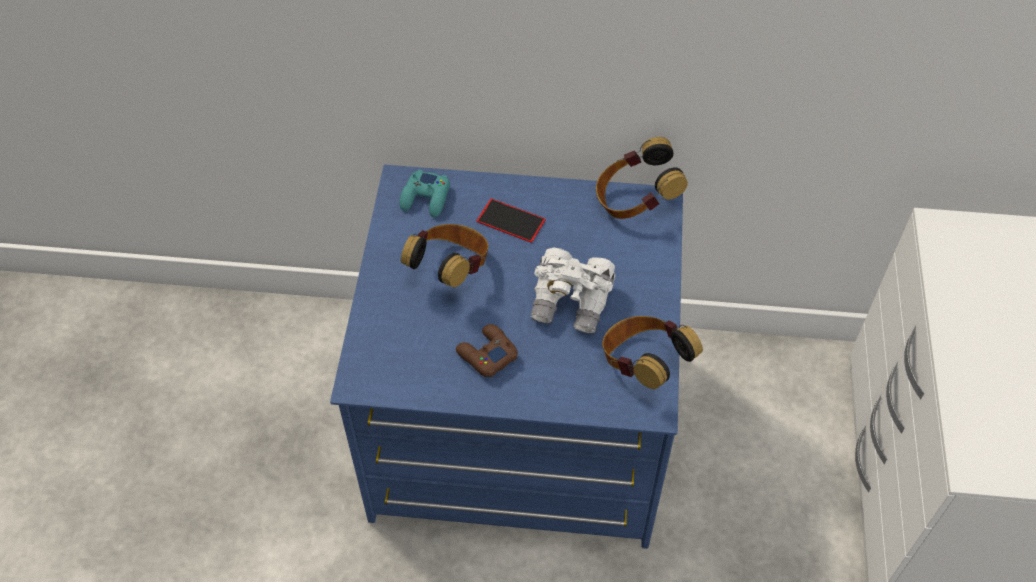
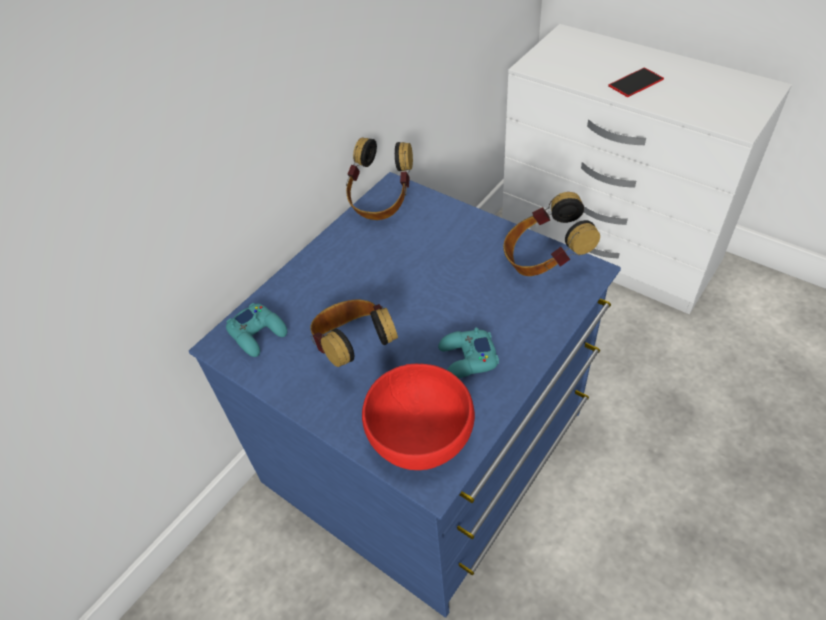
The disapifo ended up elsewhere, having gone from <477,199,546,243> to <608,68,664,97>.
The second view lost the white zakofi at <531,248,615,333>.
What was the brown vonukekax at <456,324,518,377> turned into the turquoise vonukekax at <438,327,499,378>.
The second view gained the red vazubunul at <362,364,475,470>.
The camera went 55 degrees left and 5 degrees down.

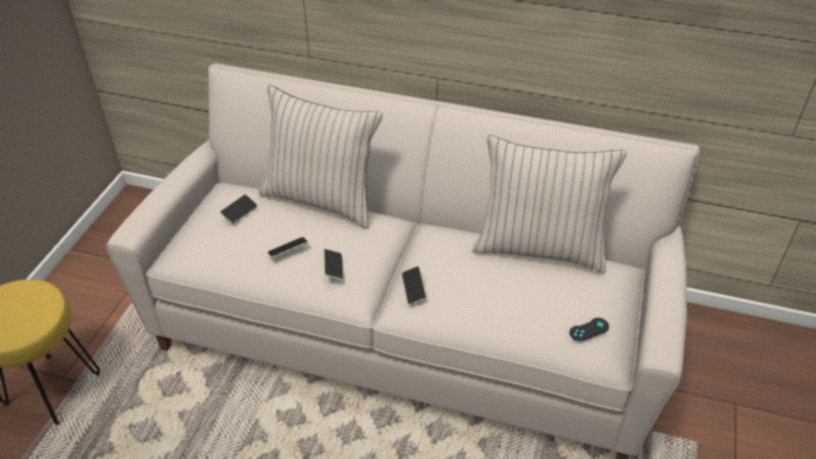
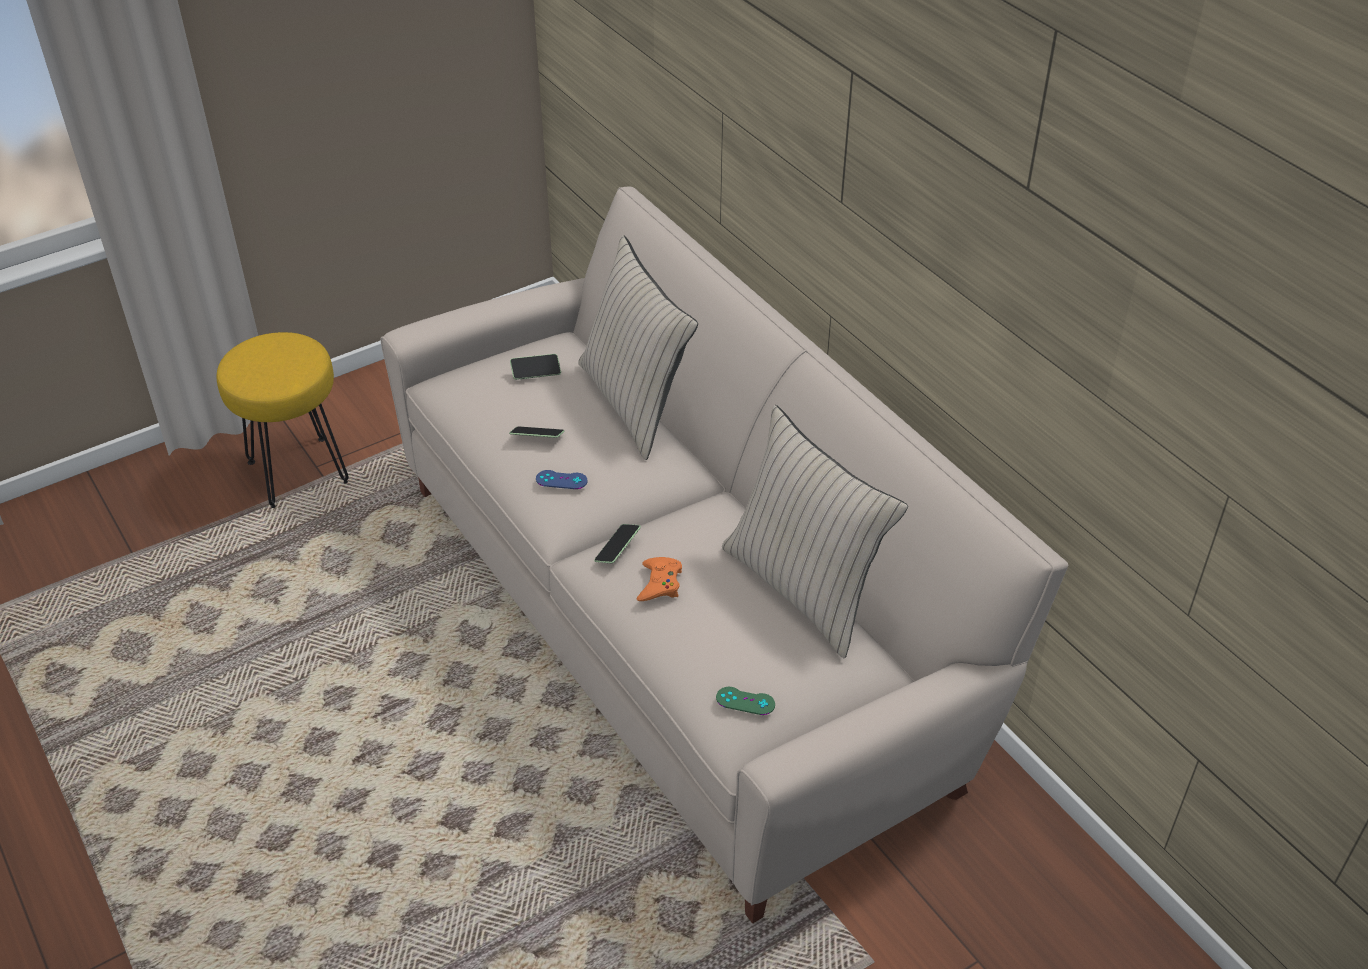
Where the disapifo stood at <323,249,343,280>, the blue vonukekax came to stand at <536,470,588,489>.
What was the black vonukekax at <569,318,609,341> turned into the green vonukekax at <716,687,775,715>.
The second view gained the orange vonukekax at <637,557,682,601>.
The camera went 40 degrees right and 0 degrees up.

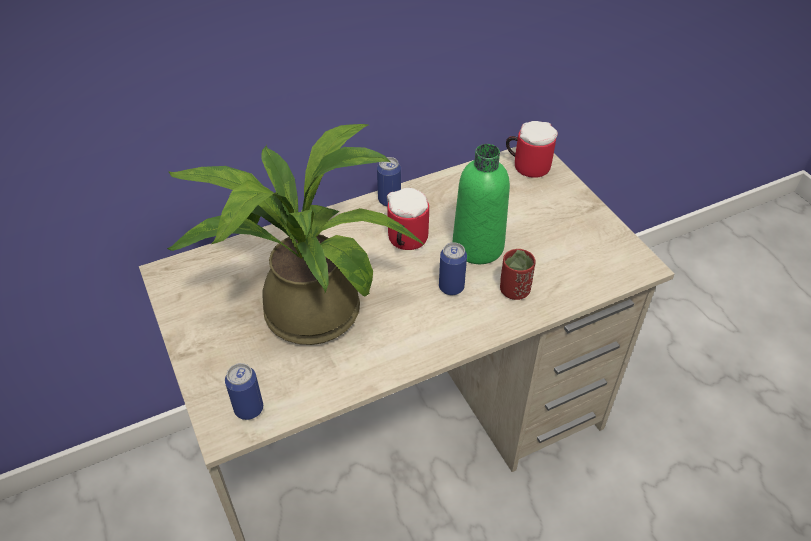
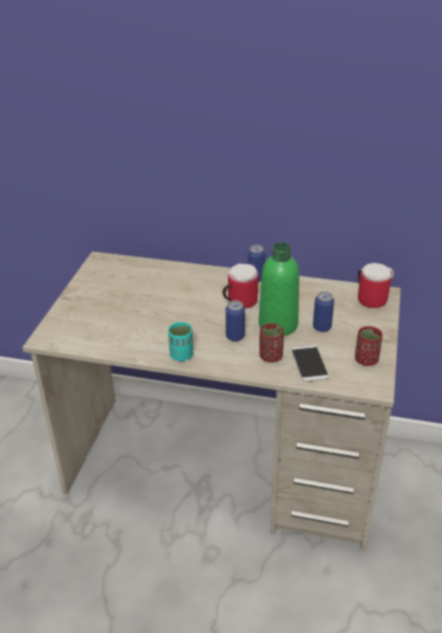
The second view lost the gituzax at <167,124,425,345>.
The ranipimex ended up elsewhere, having gone from <225,363,263,420> to <313,291,334,332>.
The second view gained the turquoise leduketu at <168,322,193,361>.
The second view gained the red leduketu at <355,326,383,366>.
The second view gained the disapifo at <291,345,329,382>.
The camera went 40 degrees right and 10 degrees down.

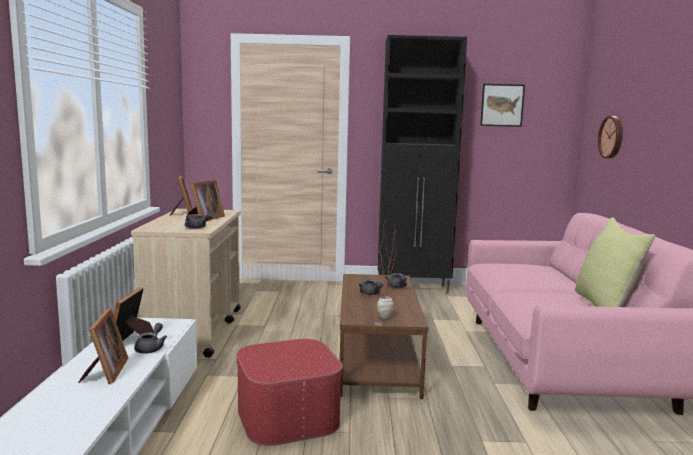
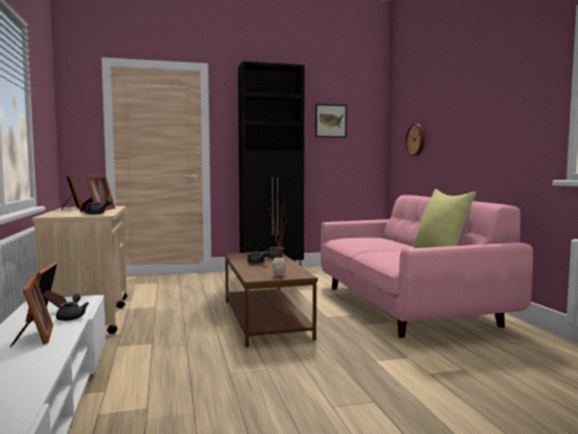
The second view lost the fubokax at <236,339,343,446>.
The camera went 15 degrees left and 5 degrees down.

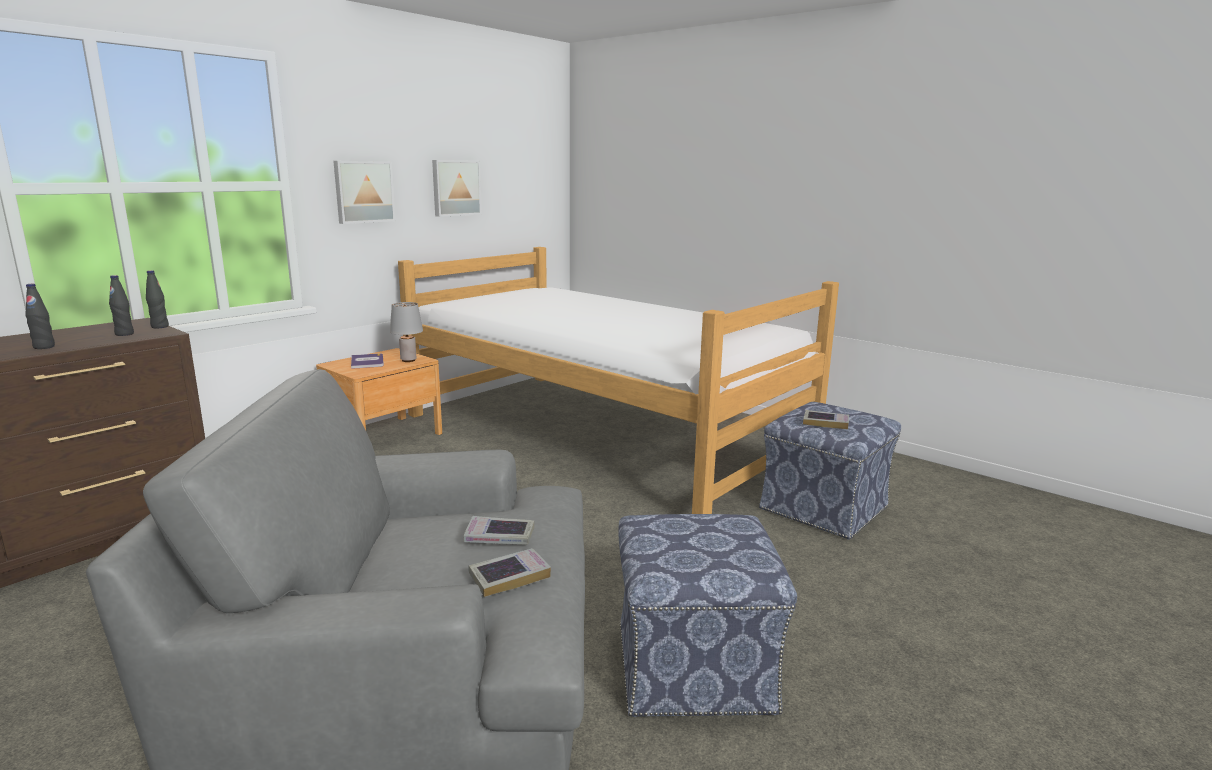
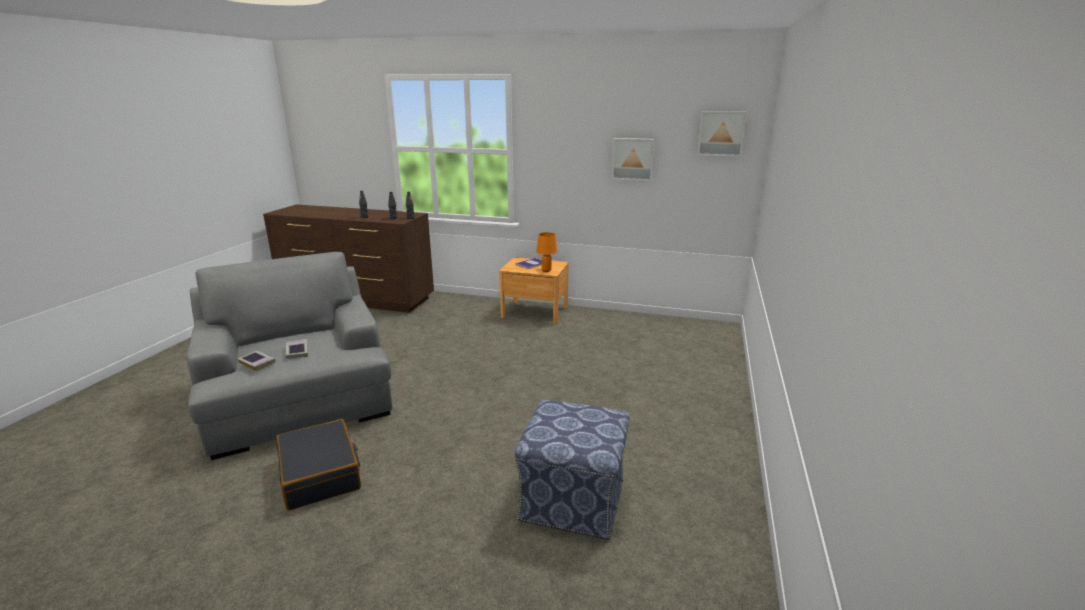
The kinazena ended up elsewhere, having gone from <333,161,396,224> to <697,111,747,157>.
The second view lost the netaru at <398,247,839,514>.
What was the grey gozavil at <390,302,423,362> turned into the orange gozavil at <536,232,557,272>.
The second view lost the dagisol at <803,410,849,429>.
Where the fubokax stood at <618,514,797,717>, the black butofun came to stand at <276,419,361,510>.
The camera went 65 degrees right and 5 degrees up.

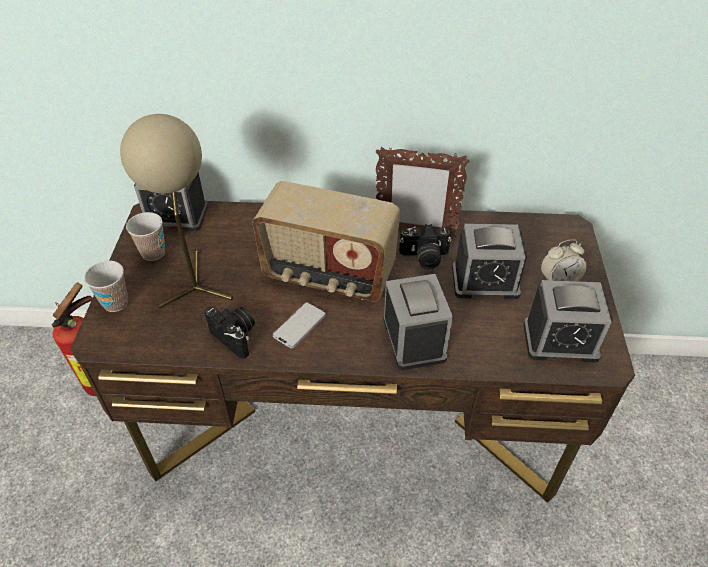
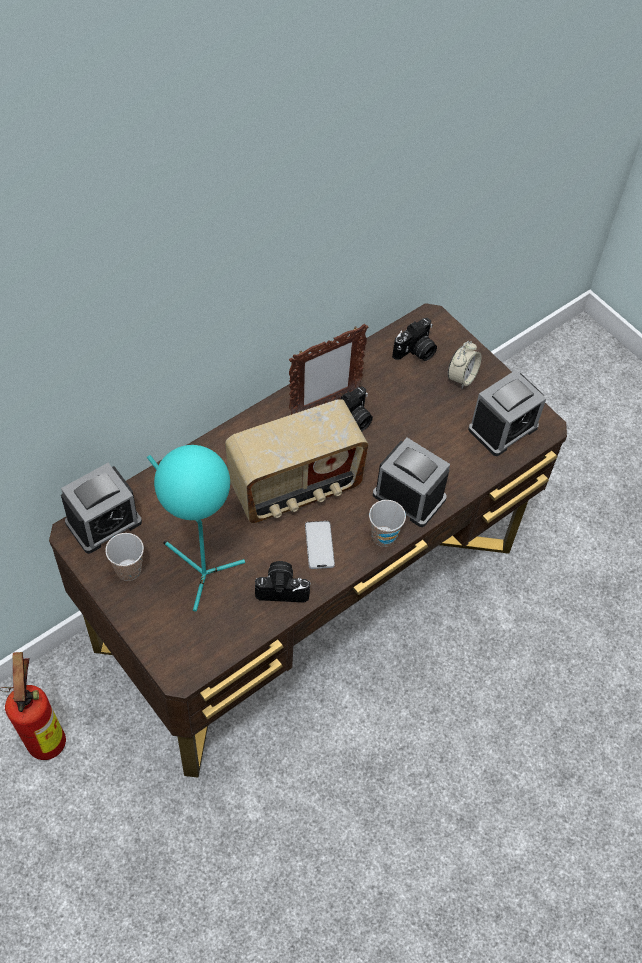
What was the beige gozavil at <120,114,233,309> turned into the turquoise gozavil at <147,445,245,612>.
The second view lost the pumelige at <452,224,527,299>.
The leduketu ended up elsewhere, having gone from <84,260,128,312> to <369,500,406,547>.
The second view gained the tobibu at <392,318,437,361>.
The camera went 45 degrees left and 10 degrees up.

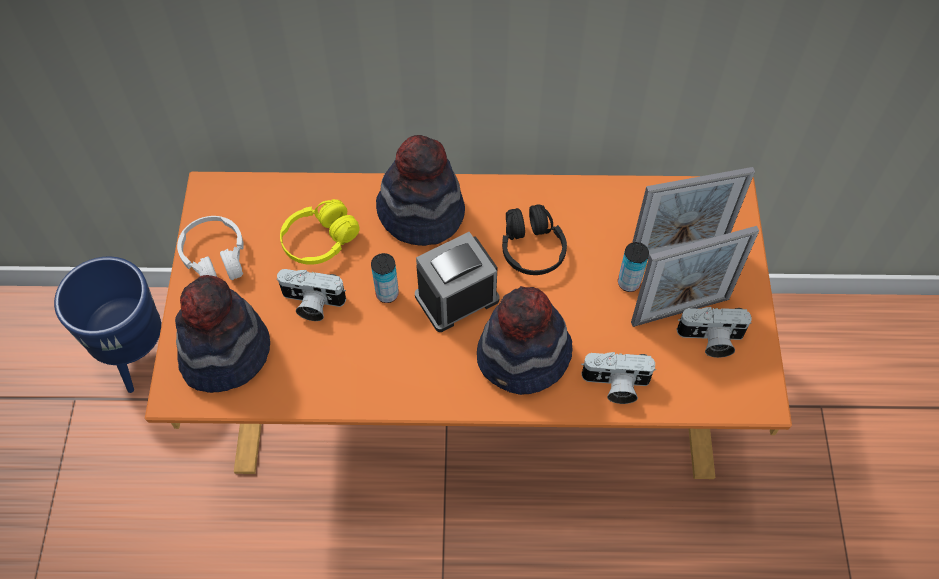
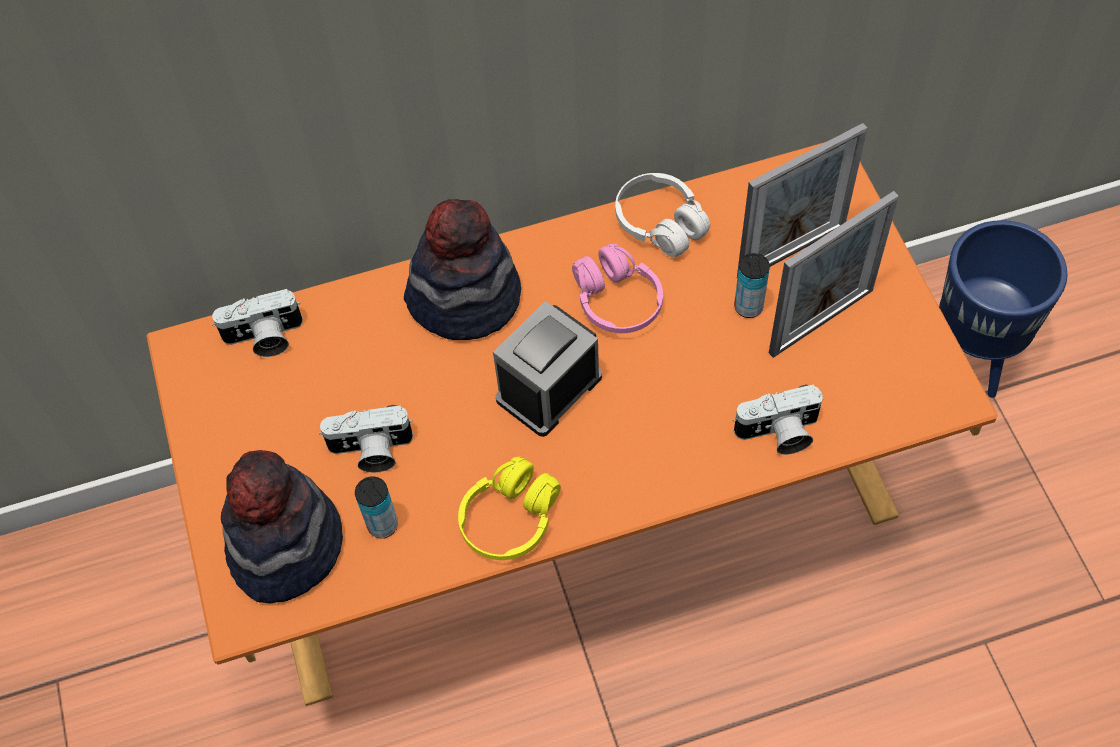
The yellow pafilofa ended up elsewhere, having gone from <280,199,360,265> to <458,457,561,560>.
What was the black pafilofa at <502,204,567,275> turned into the pink pafilofa at <572,244,663,333>.
The white pafilofa ended up elsewhere, having gone from <177,216,244,280> to <615,173,710,257>.
The ranipimex ended up elsewhere, having gone from <371,253,399,303> to <355,476,398,538>.
The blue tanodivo ended up elsewhere, having gone from <54,257,161,393> to <939,220,1067,398>.
The second view lost the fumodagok at <477,286,572,395>.
The tobibu ended up elsewhere, having gone from <677,307,752,358> to <212,289,303,357>.
The camera went 15 degrees left and 0 degrees up.

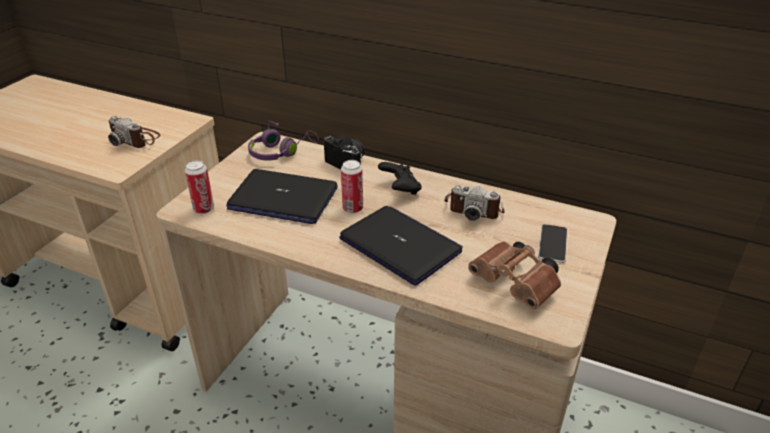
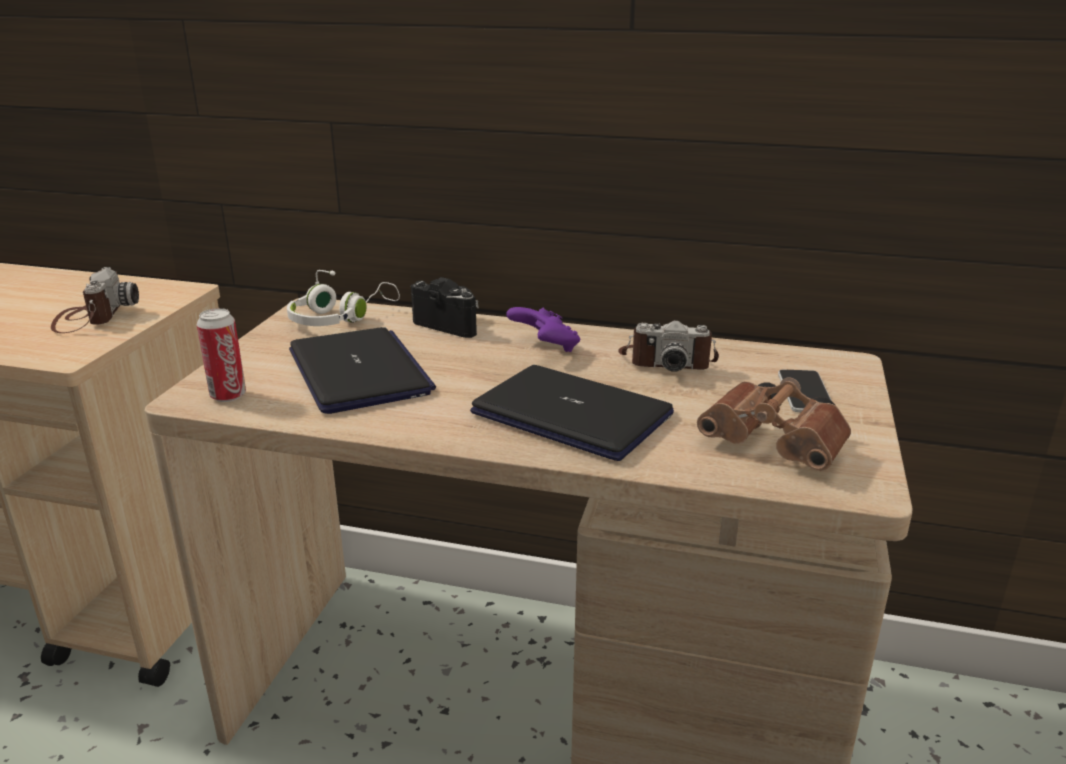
The tobibu at <108,116,160,148> ended up facing another way, 120 degrees counterclockwise from before.
What was the purple pafilofa at <248,121,319,161> turned into the white pafilofa at <287,270,400,326>.
The second view lost the ranipimex at <341,160,363,213>.
What was the black vonukekax at <378,162,422,195> turned into the purple vonukekax at <506,307,580,352>.
The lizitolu at <226,169,338,224> ended up facing another way, 120 degrees counterclockwise from before.
The camera went 10 degrees left and 10 degrees down.

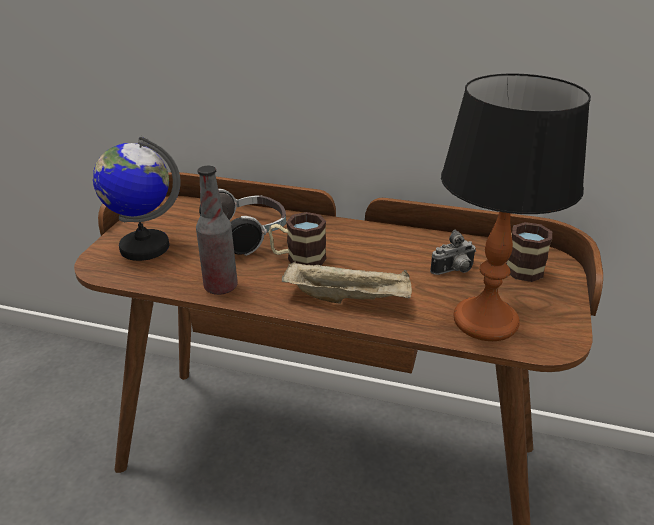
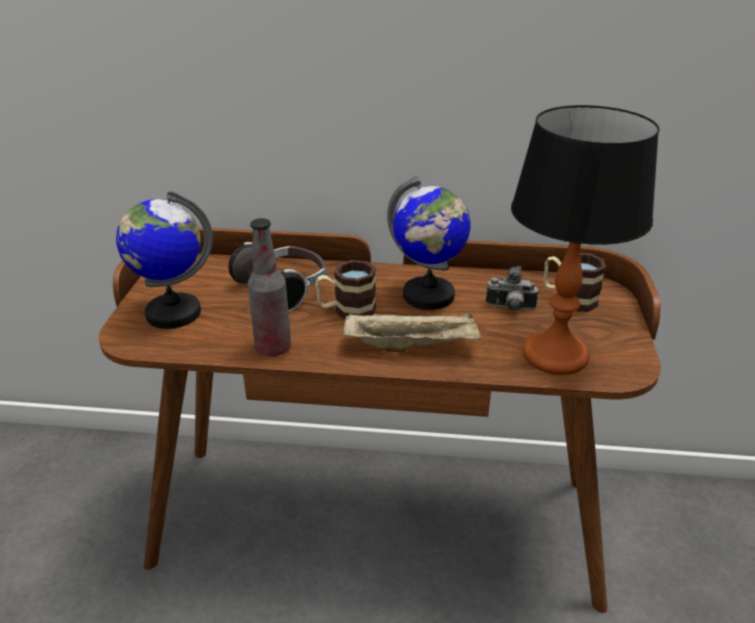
The tobibu at <430,230,476,275> ended up facing another way, 45 degrees clockwise from before.
The second view gained the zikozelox at <387,175,471,310>.
The camera went 10 degrees left and 0 degrees up.

